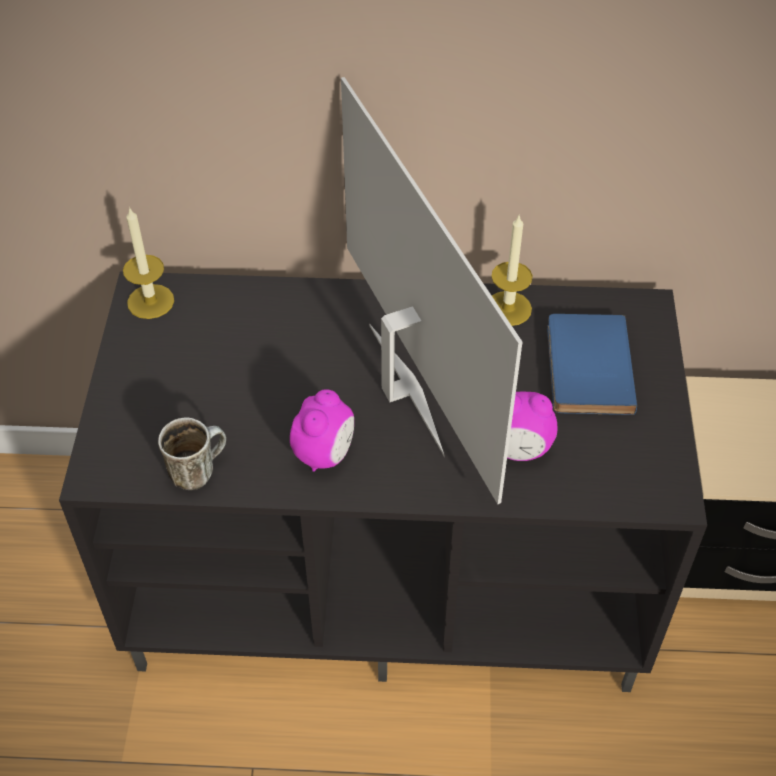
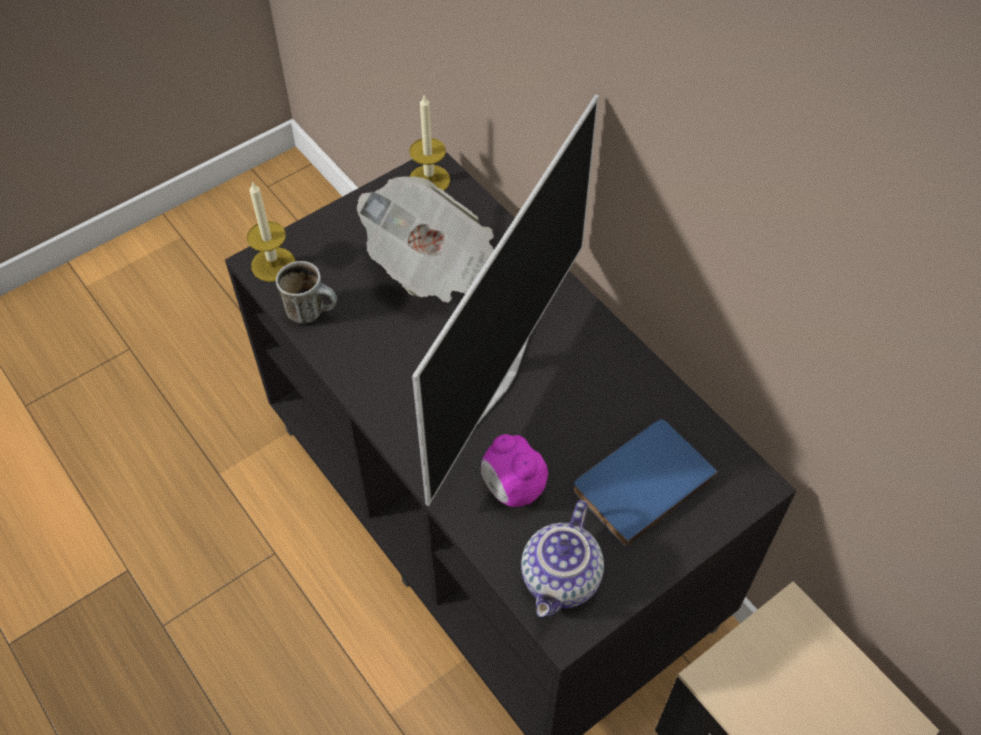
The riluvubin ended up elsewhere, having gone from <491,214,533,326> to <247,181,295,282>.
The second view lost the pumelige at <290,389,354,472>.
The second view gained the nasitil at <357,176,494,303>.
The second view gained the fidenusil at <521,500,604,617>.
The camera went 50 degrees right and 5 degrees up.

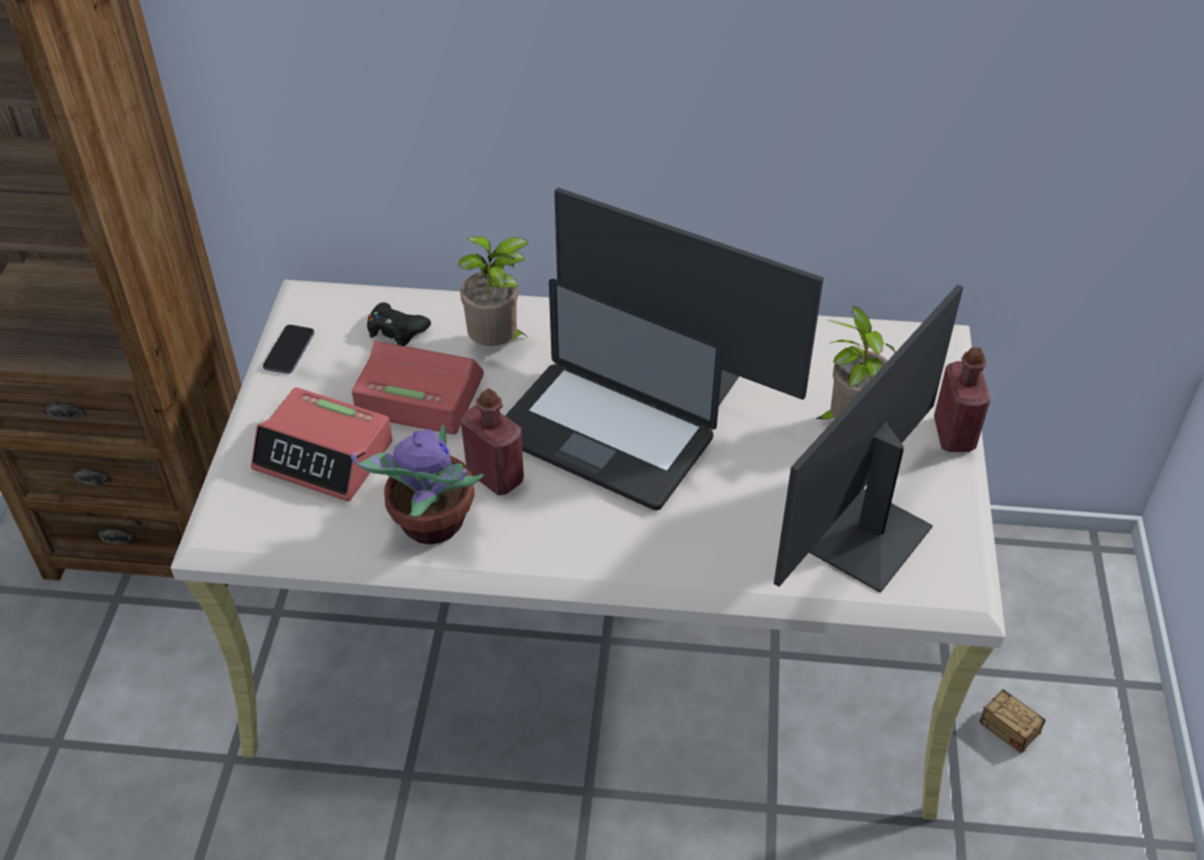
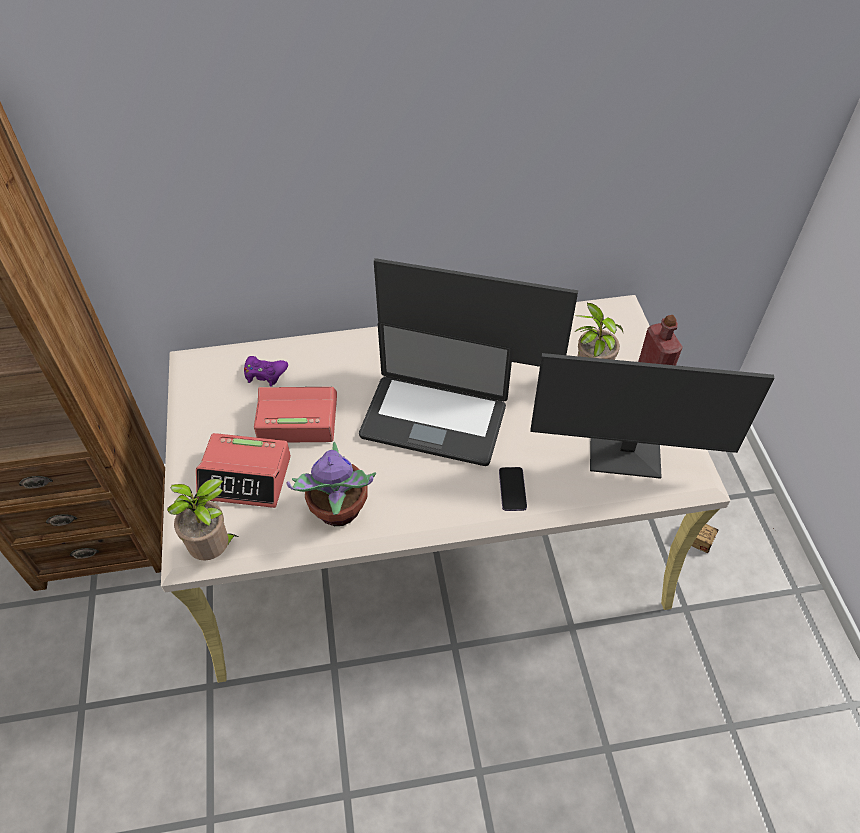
The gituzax ended up elsewhere, having gone from <458,236,529,346> to <167,479,238,561>.
The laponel at <774,285,963,593> ended up facing another way, 105 degrees counterclockwise from before.
What was the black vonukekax at <367,302,431,346> turned into the purple vonukekax at <244,356,288,387>.
The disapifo ended up elsewhere, having gone from <263,325,314,374> to <499,467,527,511>.
The second view lost the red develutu at <461,389,524,496>.
The camera went 15 degrees left and 5 degrees up.

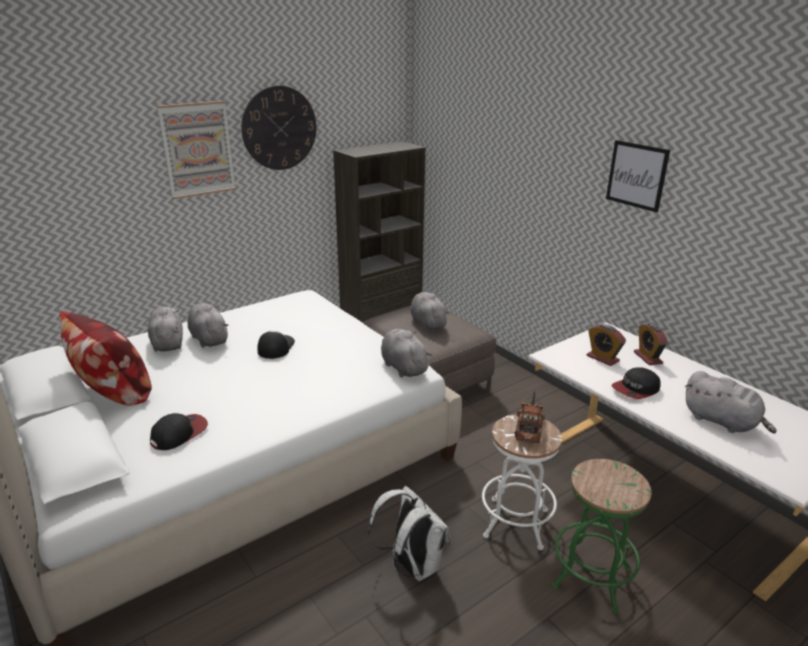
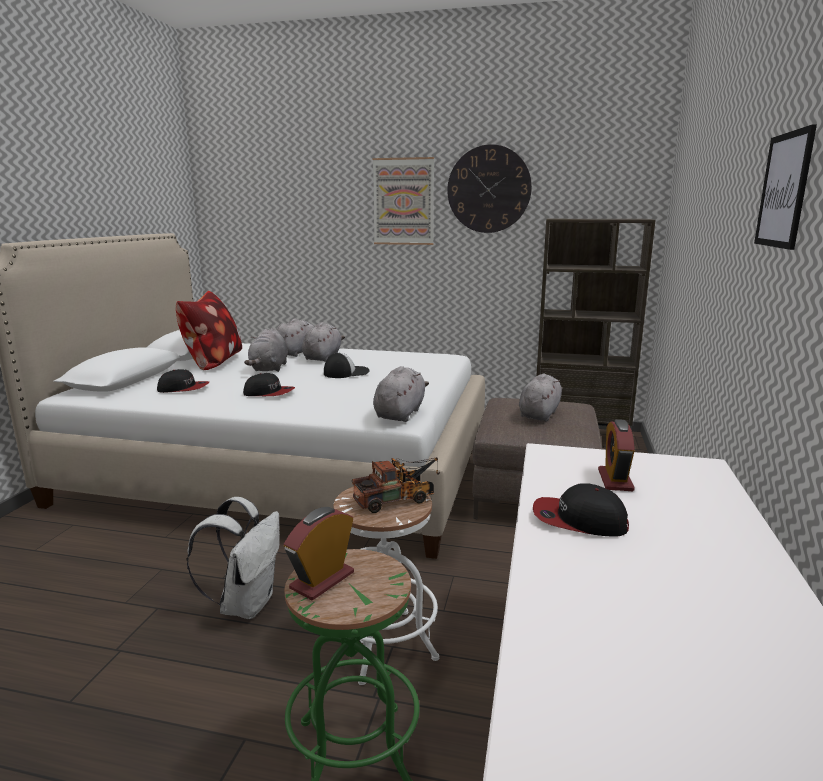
The pumelige ended up elsewhere, having gone from <634,323,668,365> to <284,507,354,601>.
The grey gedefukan ended up elsewhere, having gone from <685,371,777,434> to <244,328,288,372>.
The second view gained the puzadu at <243,373,295,396>.
The camera went 50 degrees right and 10 degrees down.

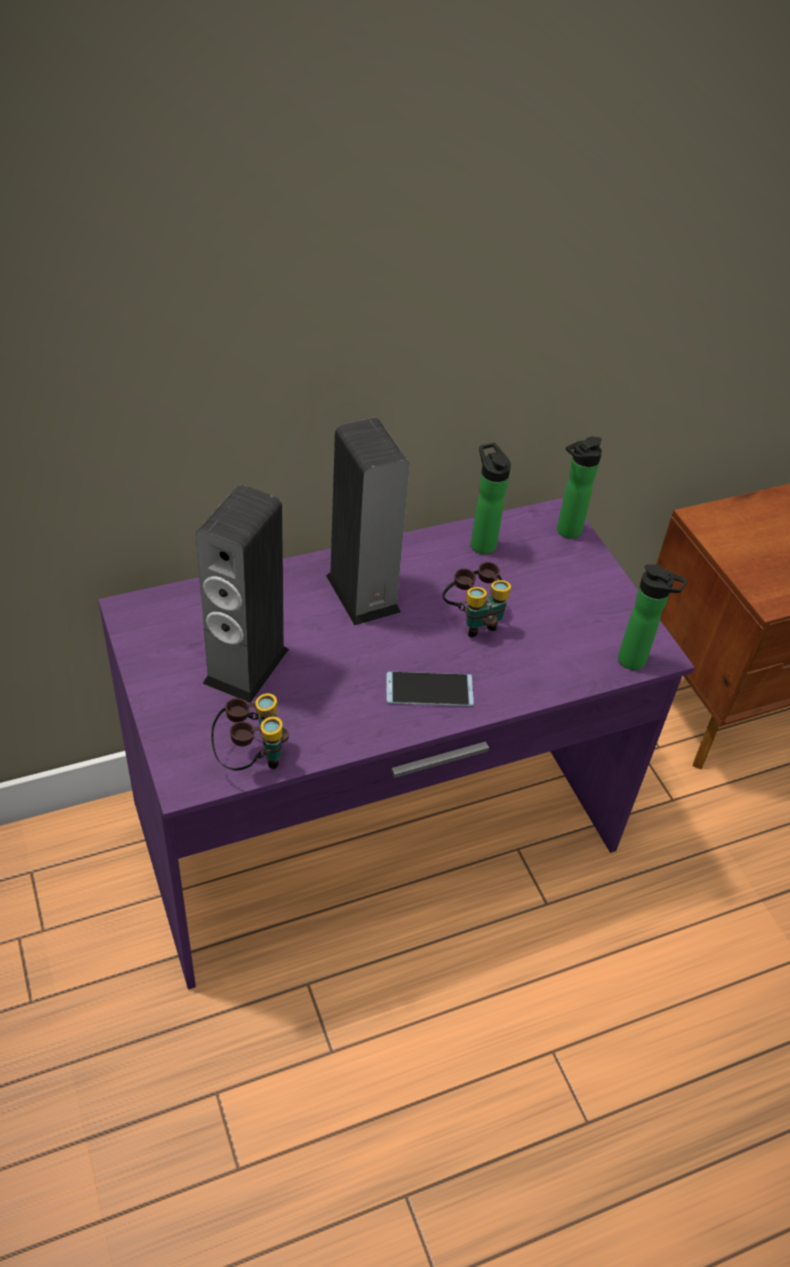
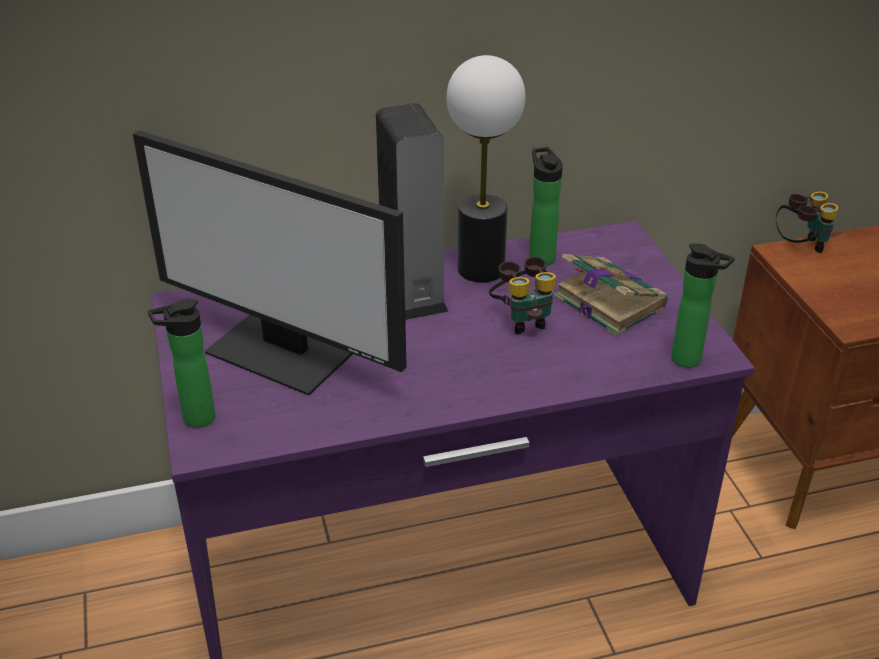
The develutu ended up elsewhere, having gone from <557,437,602,539> to <148,299,216,428>.
Where the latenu stood at <196,485,289,703>, the laponel came to stand at <133,130,406,396>.
The second view lost the disapifo at <386,672,474,706>.
The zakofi ended up elsewhere, having gone from <211,693,289,770> to <776,191,839,253>.
The second view gained the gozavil at <446,55,525,283>.
The second view gained the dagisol at <554,254,668,336>.
The camera went 10 degrees right and 10 degrees down.

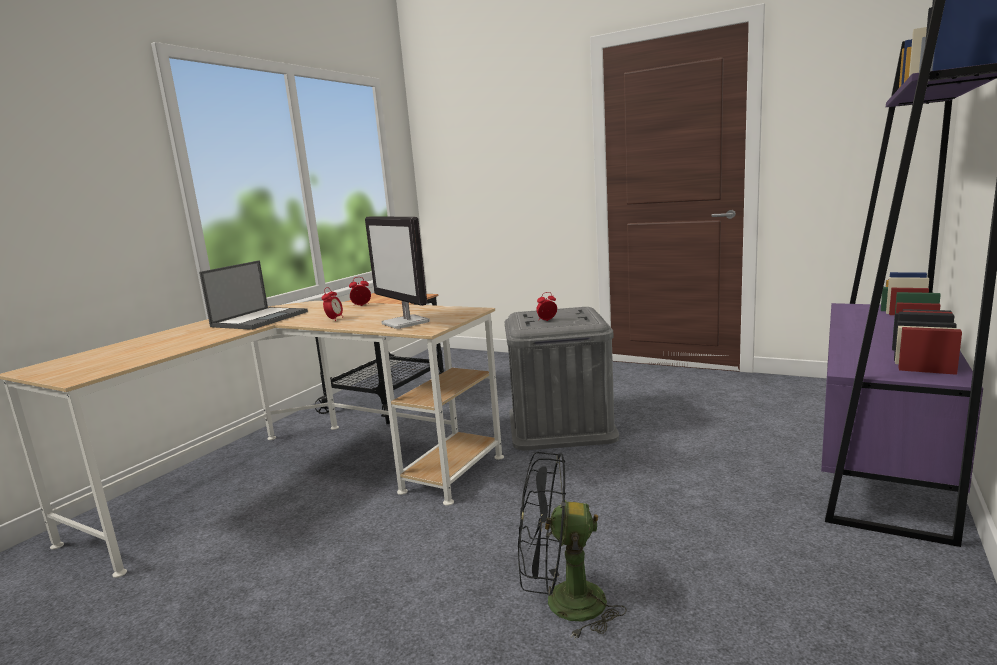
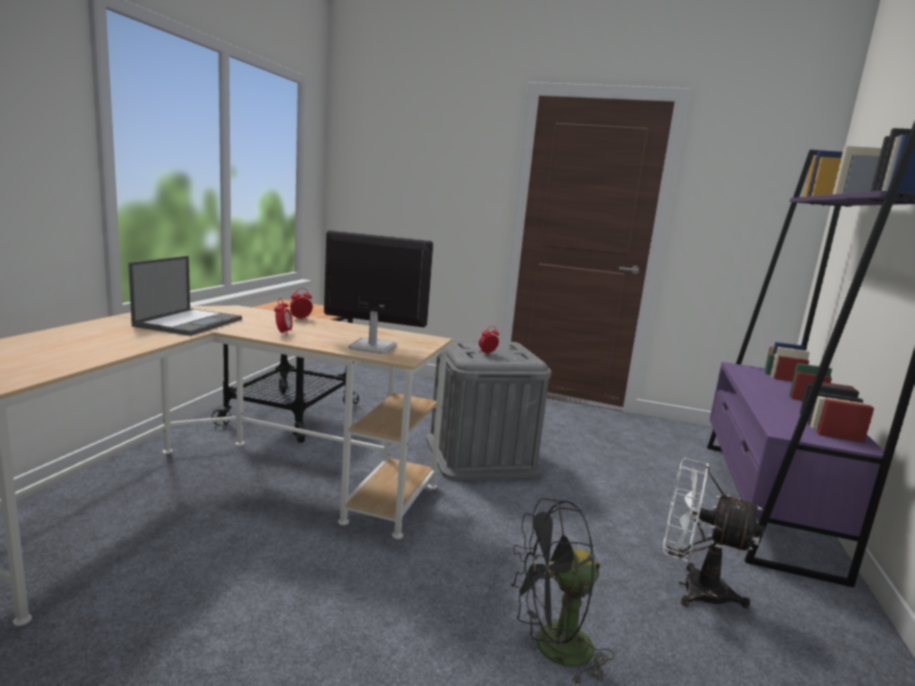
The laponel at <365,216,430,329> ended up facing another way, 150 degrees clockwise from before.
The second view gained the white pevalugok at <663,458,764,608>.
The camera went 15 degrees left and 0 degrees up.

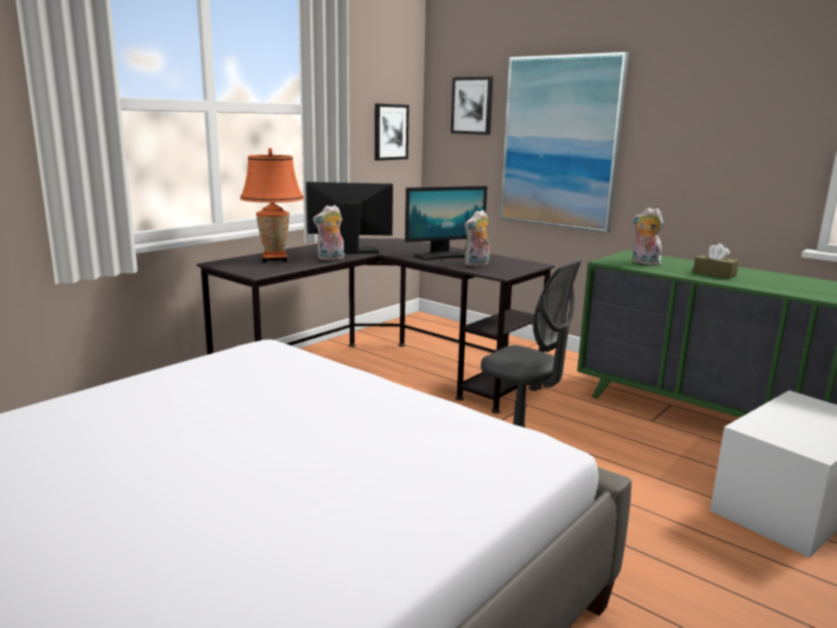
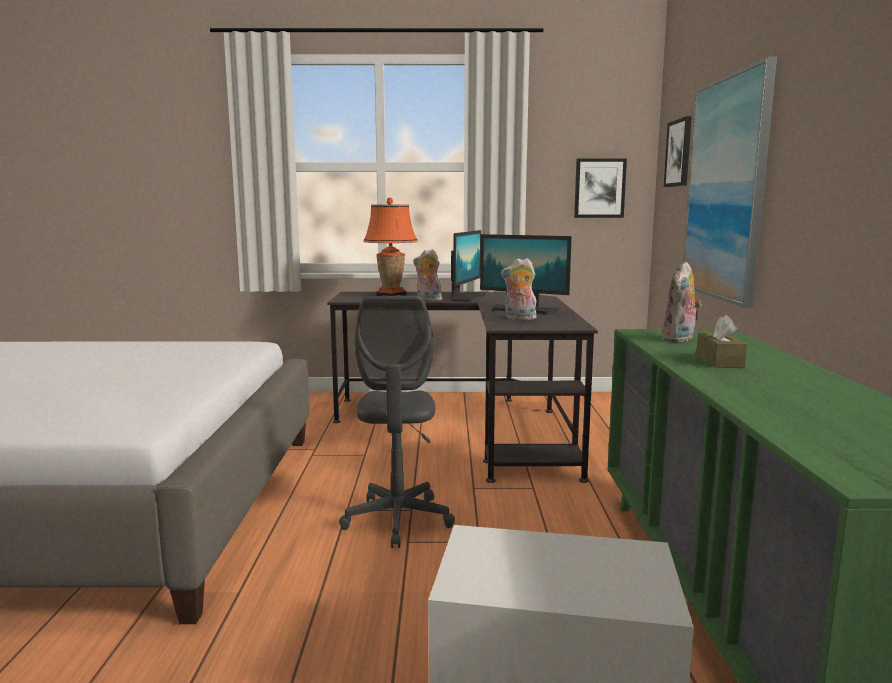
The laponel at <306,182,393,254> ended up facing another way, 60 degrees clockwise from before.
The gedefukan at <633,208,663,265> ended up facing another way, 150 degrees counterclockwise from before.
The camera went 50 degrees right and 5 degrees down.

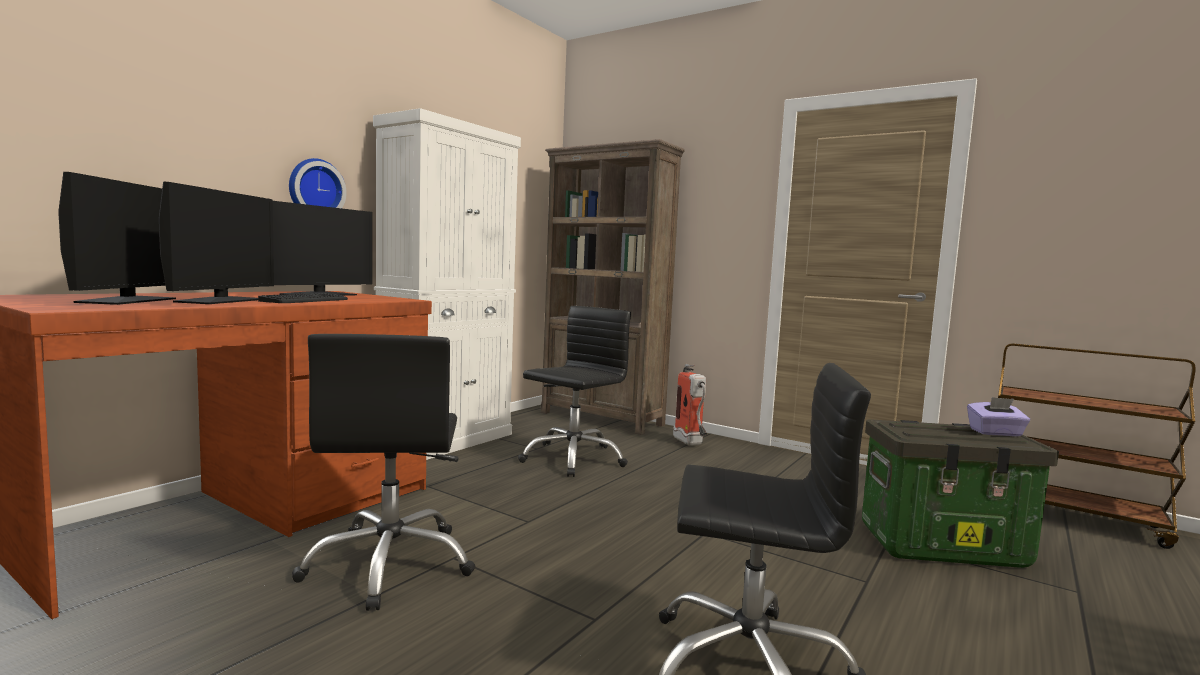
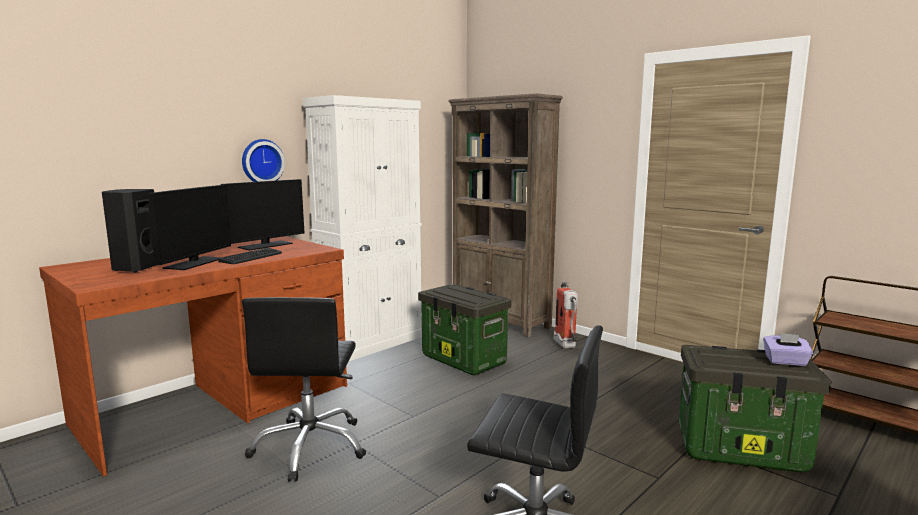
Where the laponel stood at <58,172,176,305>, the black latenu came to stand at <102,189,157,273>.
Where the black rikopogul stood at <518,306,631,477>, the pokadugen came to stand at <418,284,511,375>.
The camera went 10 degrees right and 5 degrees up.

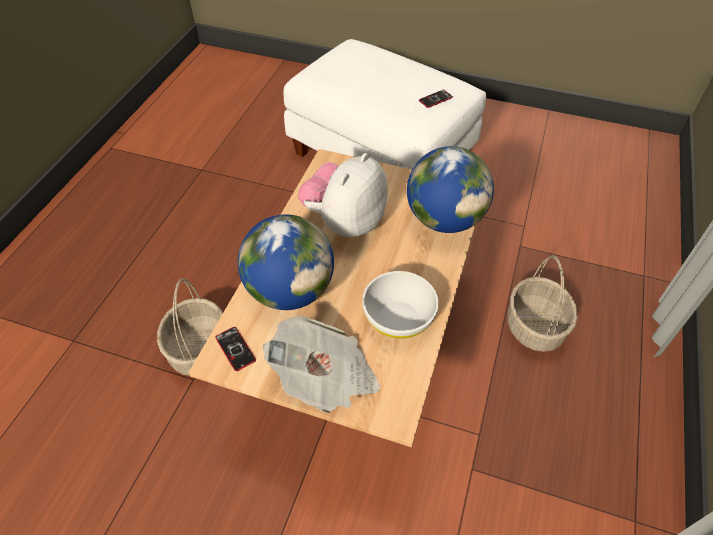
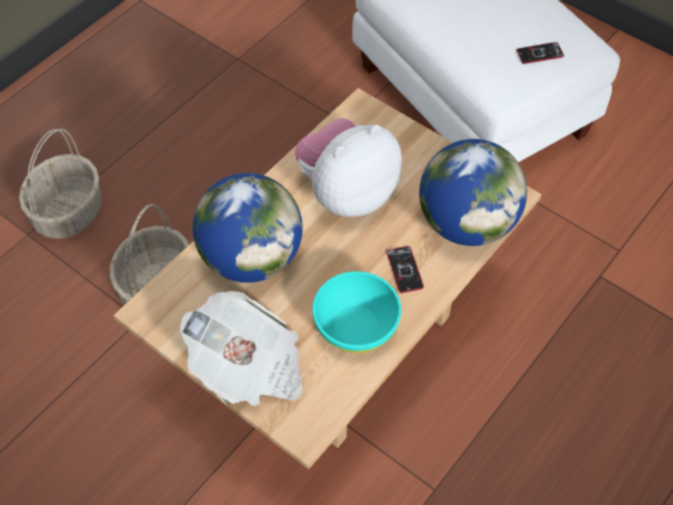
The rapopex ended up elsewhere, having gone from <507,255,578,352> to <19,129,102,239>.
What was the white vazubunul at <362,271,439,339> turned into the turquoise vazubunul at <312,271,401,353>.
The disapifo ended up elsewhere, having gone from <215,327,256,371> to <387,246,424,293>.
The camera went 20 degrees right and 5 degrees up.

